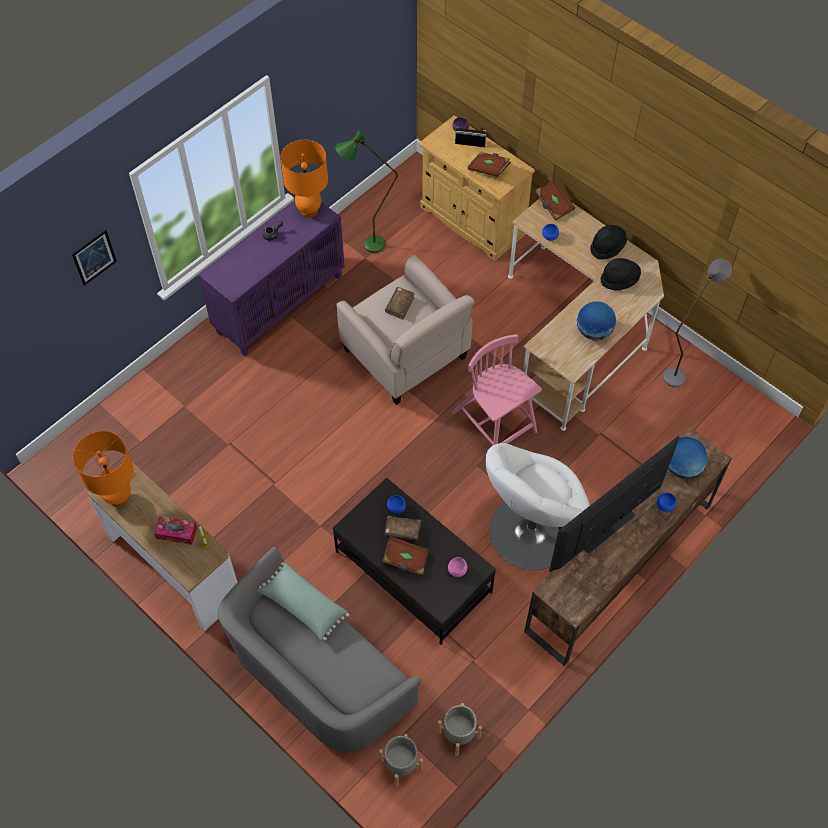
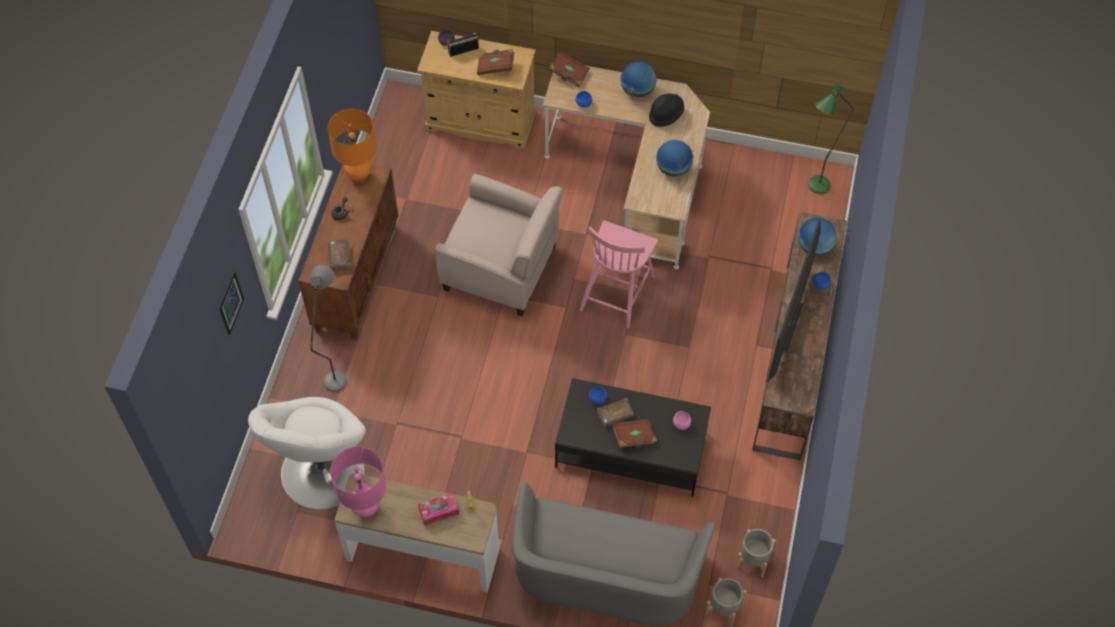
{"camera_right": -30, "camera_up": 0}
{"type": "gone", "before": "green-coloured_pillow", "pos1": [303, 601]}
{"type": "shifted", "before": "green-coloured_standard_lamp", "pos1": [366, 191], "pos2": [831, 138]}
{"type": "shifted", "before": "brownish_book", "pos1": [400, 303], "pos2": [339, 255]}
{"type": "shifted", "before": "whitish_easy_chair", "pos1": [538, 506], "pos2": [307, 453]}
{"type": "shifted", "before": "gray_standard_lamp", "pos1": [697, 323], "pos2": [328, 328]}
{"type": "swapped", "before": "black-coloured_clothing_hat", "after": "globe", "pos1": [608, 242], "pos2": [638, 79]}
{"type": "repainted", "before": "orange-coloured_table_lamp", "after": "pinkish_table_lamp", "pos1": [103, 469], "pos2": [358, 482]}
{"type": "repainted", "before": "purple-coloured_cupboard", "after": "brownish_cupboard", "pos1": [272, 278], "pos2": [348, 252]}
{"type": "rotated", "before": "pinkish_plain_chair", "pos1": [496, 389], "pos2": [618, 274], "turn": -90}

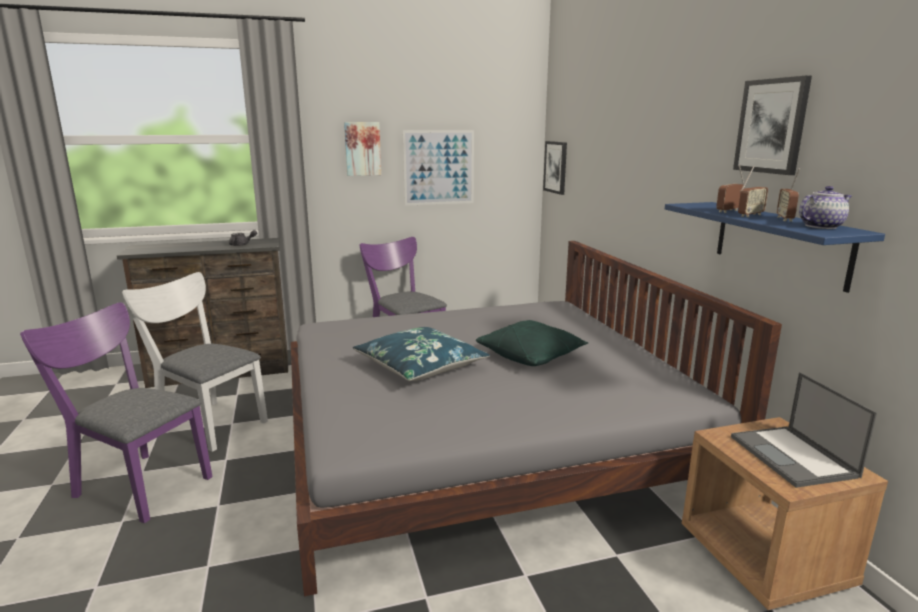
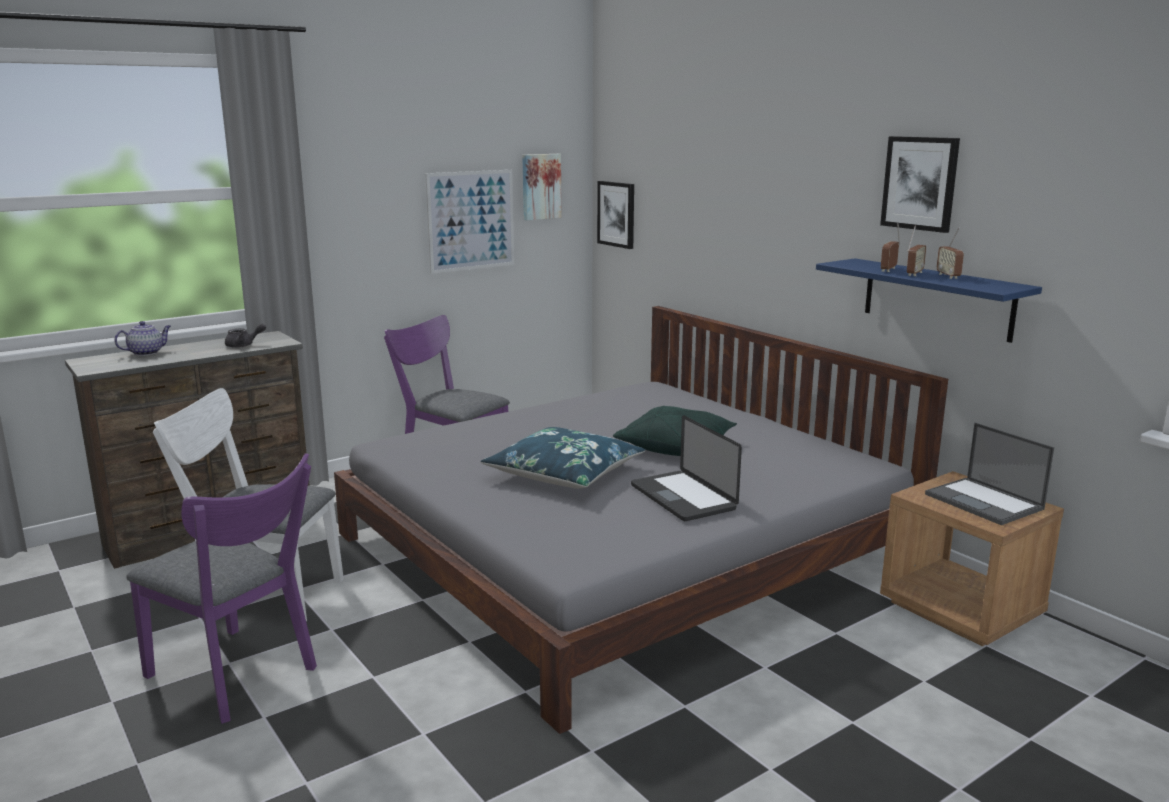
{"camera_right": -20, "camera_up": 0}
{"type": "new", "after": "laptop", "pos2": [686, 468]}
{"type": "shifted", "before": "wall_art", "pos1": [362, 149], "pos2": [541, 187]}
{"type": "shifted", "before": "teapot", "pos1": [825, 207], "pos2": [142, 338]}
{"type": "rotated", "before": "purple-coloured_plain_chair", "pos1": [116, 412], "pos2": [221, 588], "turn": -150}

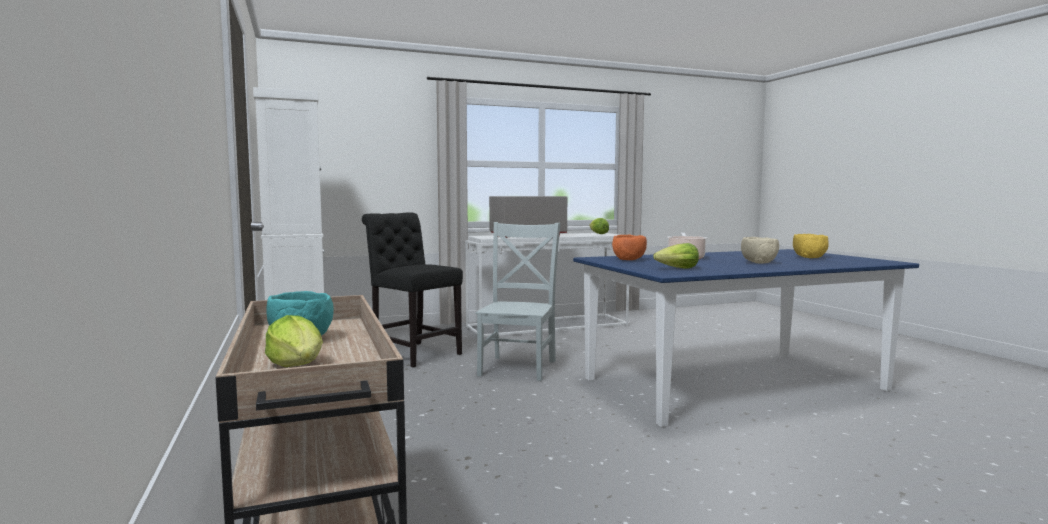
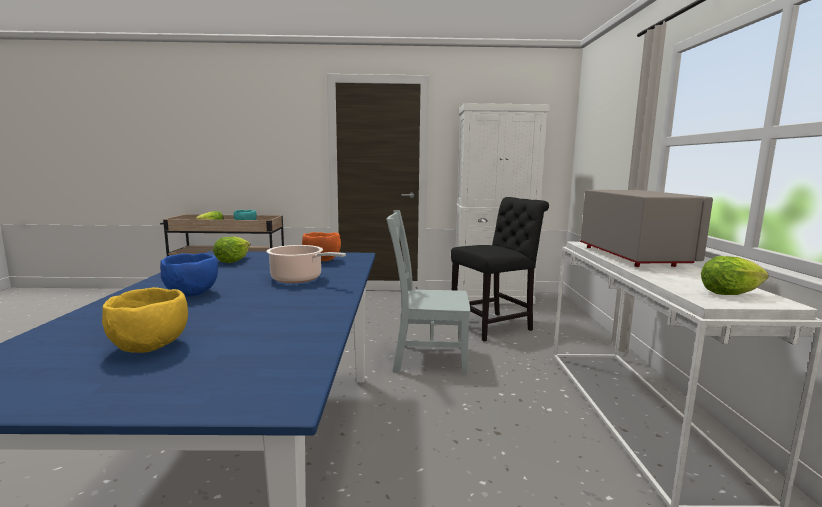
{"camera_right": 110, "camera_up": 5}
{"type": "repainted", "before": "sand-coloured_deep_dish", "after": "blue-coloured_deep_dish", "pos1": [760, 250], "pos2": [189, 274]}
{"type": "rotated", "before": "gray_plain_chair", "pos1": [518, 301], "pos2": [428, 292], "turn": 150}

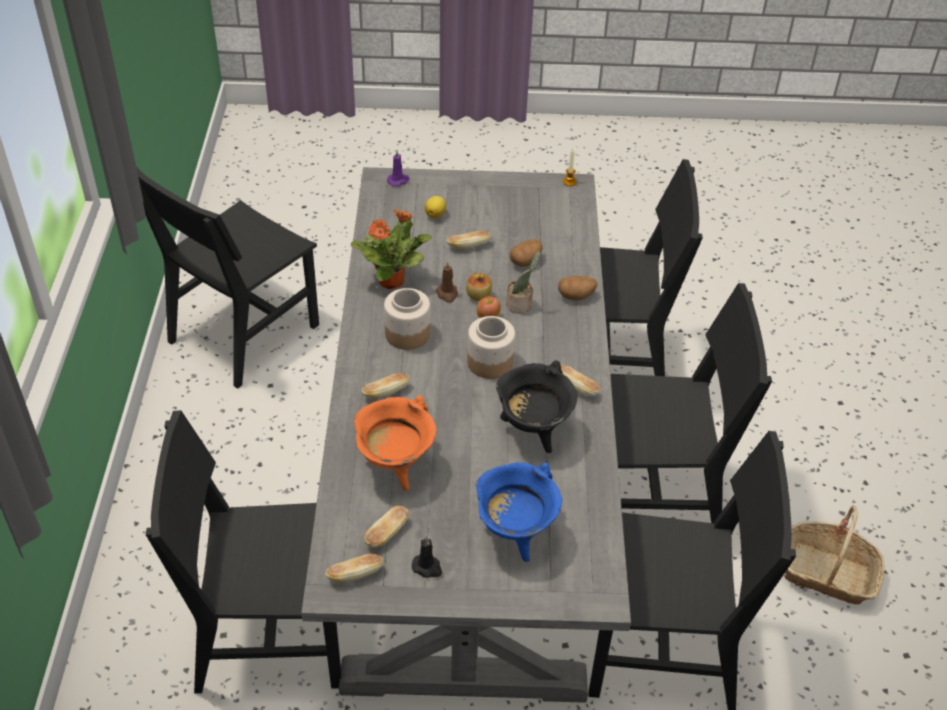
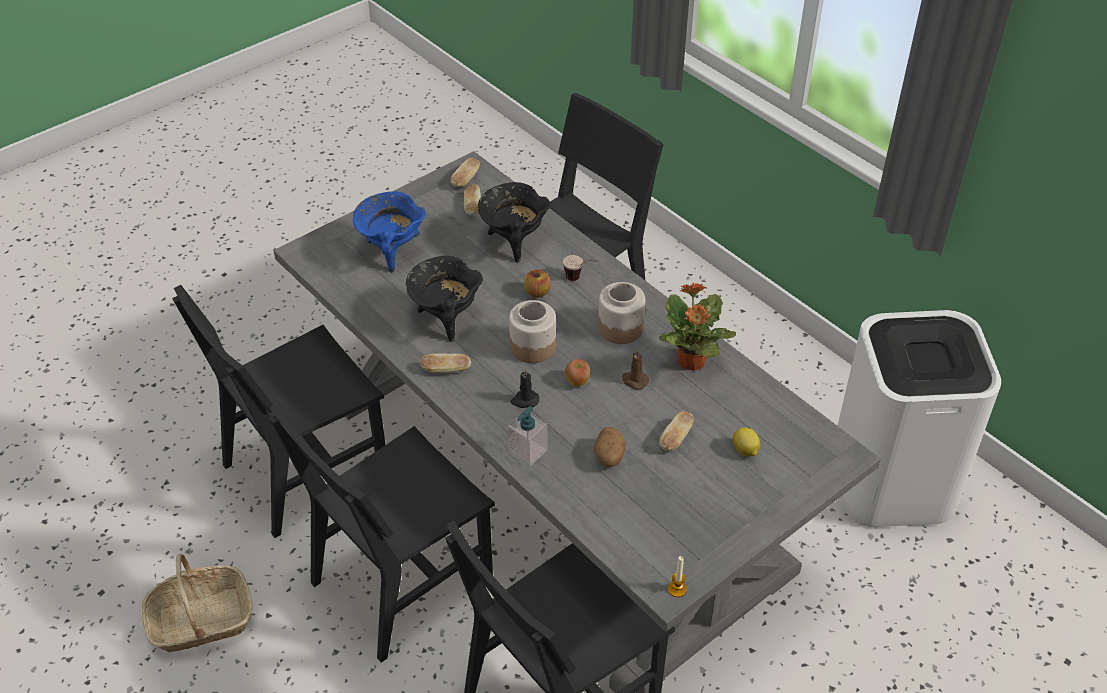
{"camera_right": 140, "camera_up": 0}
{"type": "gone", "before": "purple-coloured_candle", "pos1": [398, 168]}
{"type": "gone", "before": "houseplant", "pos1": [523, 282]}
{"type": "shifted", "before": "black-coloured_candle", "pos1": [427, 557], "pos2": [525, 388]}
{"type": "shifted", "before": "apple", "pos1": [479, 287], "pos2": [537, 283]}
{"type": "swapped", "before": "black-coloured_plain_chair", "after": "whitish_waste_bin", "pos1": [227, 278], "pos2": [919, 418]}
{"type": "swapped", "before": "bread", "after": "drinking_cup", "pos1": [386, 386], "pos2": [580, 268]}
{"type": "swapped", "before": "spud", "after": "soap_bottle", "pos1": [578, 288], "pos2": [528, 436]}
{"type": "repainted", "before": "orange-coloured_stockpot", "after": "black-coloured_stockpot", "pos1": [395, 443], "pos2": [514, 222]}

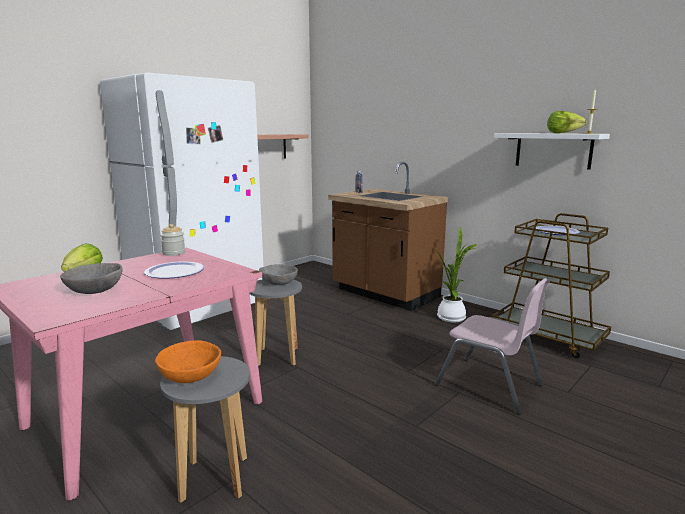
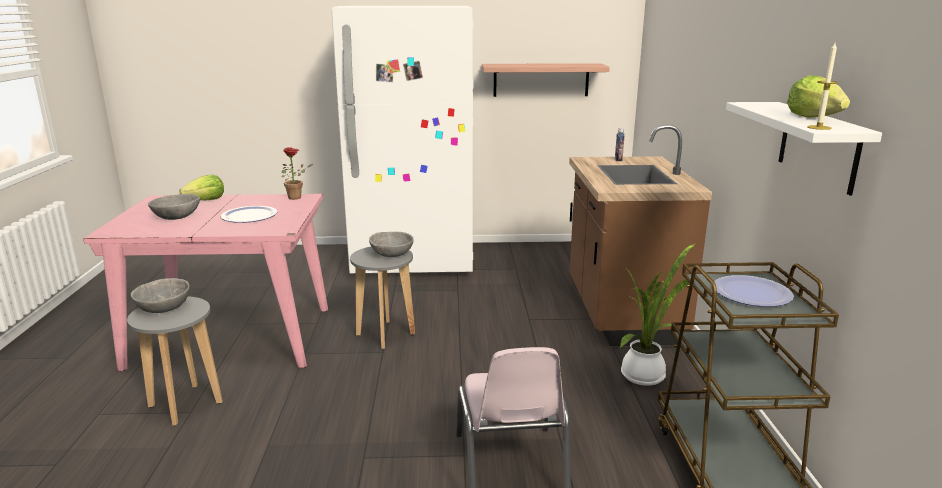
{"camera_right": 45, "camera_up": 5}
{"type": "swapped", "before": "jar", "after": "houseplant", "pos1": [172, 240], "pos2": [297, 174]}
{"type": "repainted", "before": "orange-coloured_deep_dish", "after": "gray_deep_dish", "pos1": [188, 361], "pos2": [160, 295]}

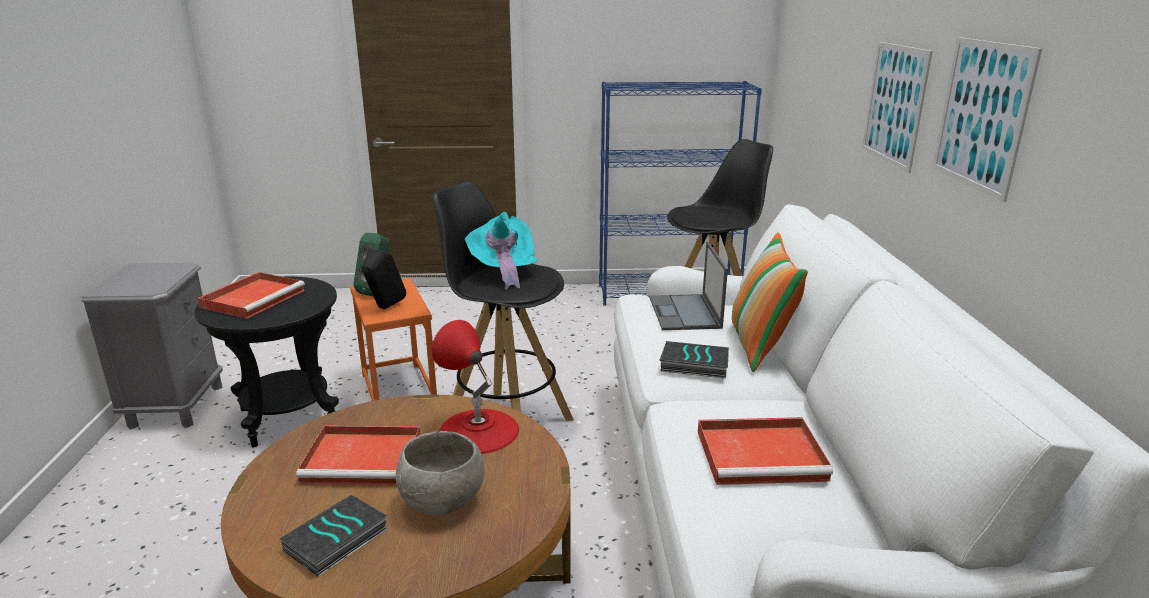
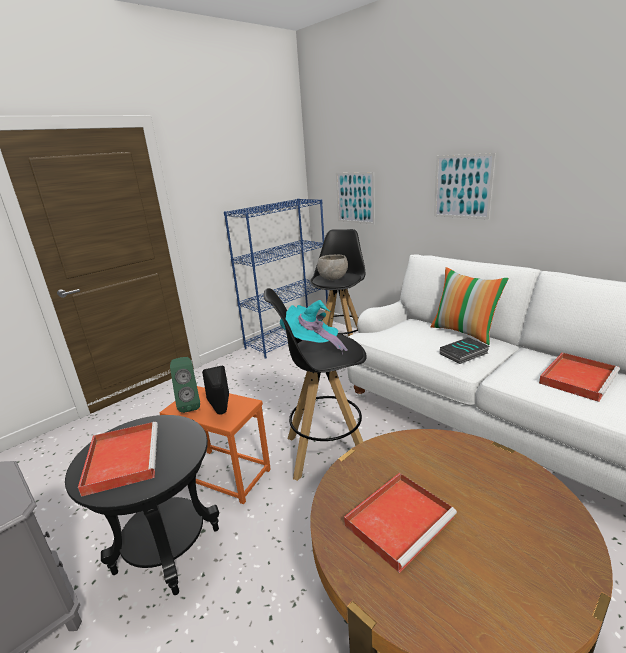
{"camera_right": -40, "camera_up": 0}
{"type": "gone", "before": "book", "pos1": [334, 536]}
{"type": "gone", "before": "red-coloured_table_lamp", "pos1": [475, 387]}
{"type": "gone", "before": "laptop", "pos1": [688, 286]}
{"type": "shifted", "before": "gray_deep_dish", "pos1": [440, 473], "pos2": [332, 267]}
{"type": "shifted", "before": "wall_art", "pos1": [987, 119], "pos2": [355, 198]}

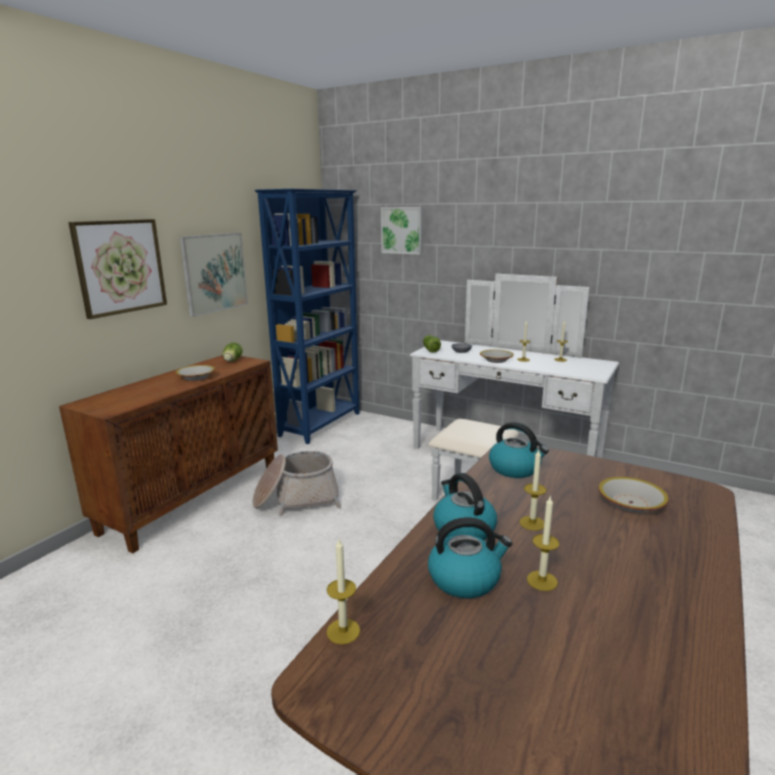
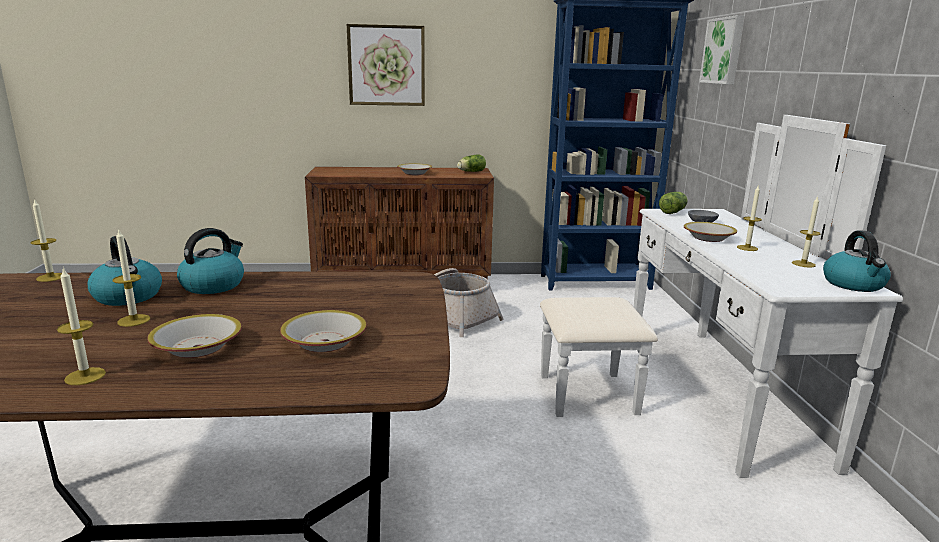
{"camera_right": 55, "camera_up": 0}
{"type": "gone", "before": "wall_art", "pos1": [213, 275]}
{"type": "new", "after": "deep_dish", "pos2": [194, 336]}
{"type": "shifted", "before": "kettle", "pos1": [519, 450], "pos2": [857, 261]}
{"type": "shifted", "before": "candle", "pos1": [533, 490], "pos2": [81, 326]}

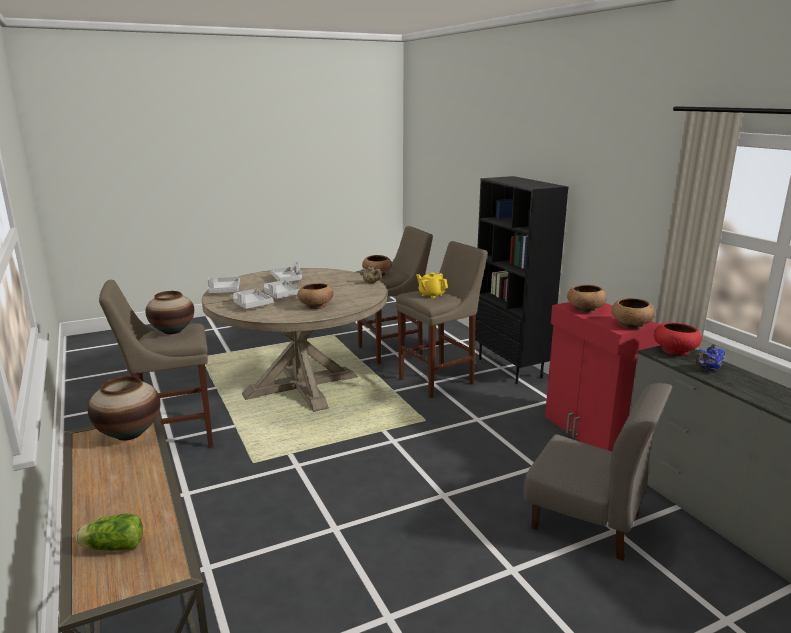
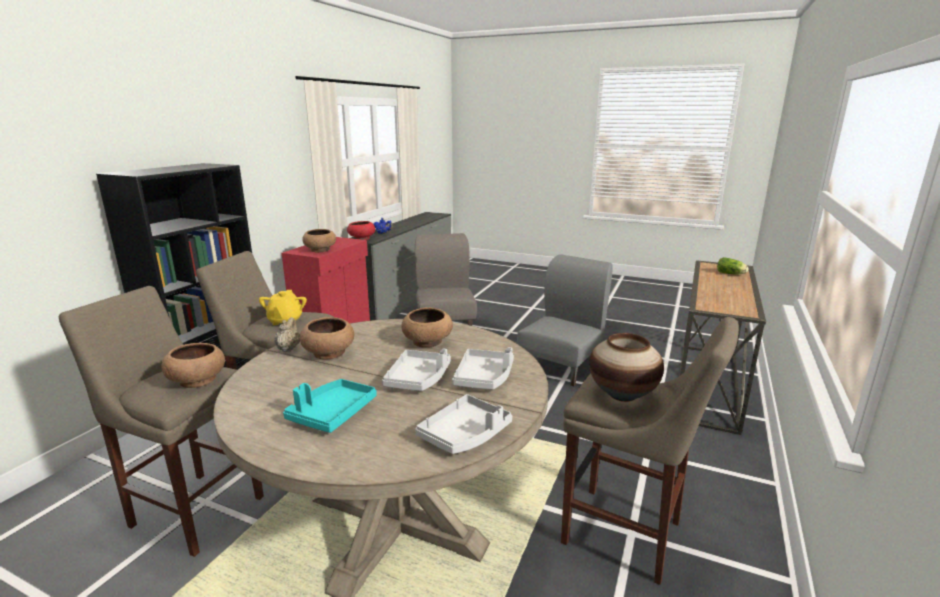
{"camera_right": -130, "camera_up": 0}
{"type": "gone", "before": "flower_vase", "pos1": [124, 408]}
{"type": "new", "after": "gray_plain_chair", "pos2": [565, 320]}
{"type": "shifted", "before": "brownish_deep_dish", "pos1": [633, 313], "pos2": [327, 338]}
{"type": "repainted", "before": "gray_serving_tray", "after": "blue-green_serving_tray", "pos1": [286, 272], "pos2": [330, 406]}

